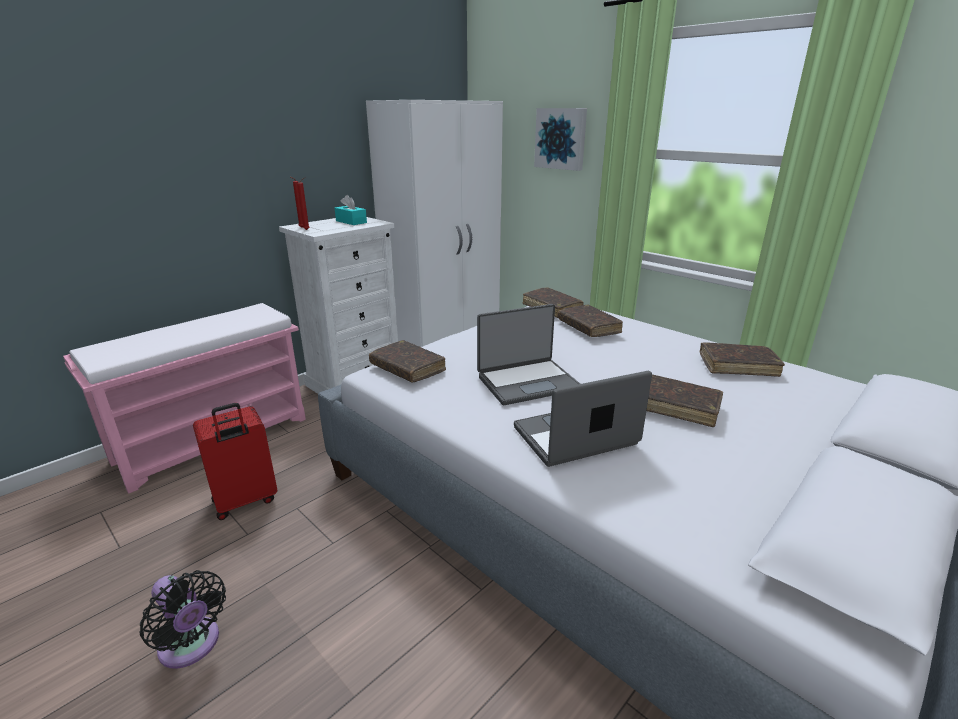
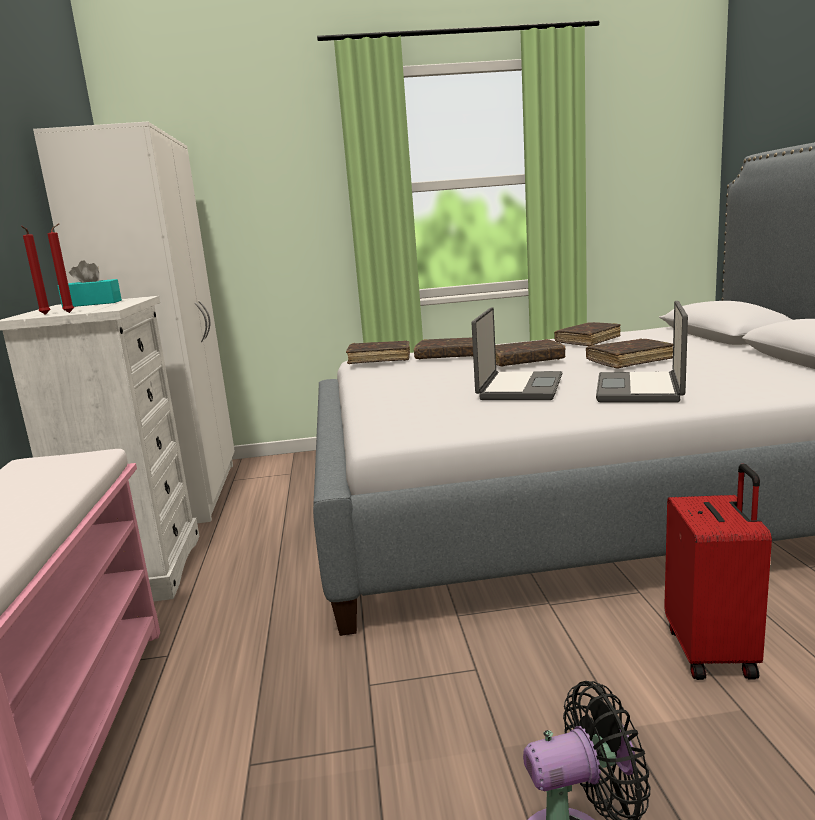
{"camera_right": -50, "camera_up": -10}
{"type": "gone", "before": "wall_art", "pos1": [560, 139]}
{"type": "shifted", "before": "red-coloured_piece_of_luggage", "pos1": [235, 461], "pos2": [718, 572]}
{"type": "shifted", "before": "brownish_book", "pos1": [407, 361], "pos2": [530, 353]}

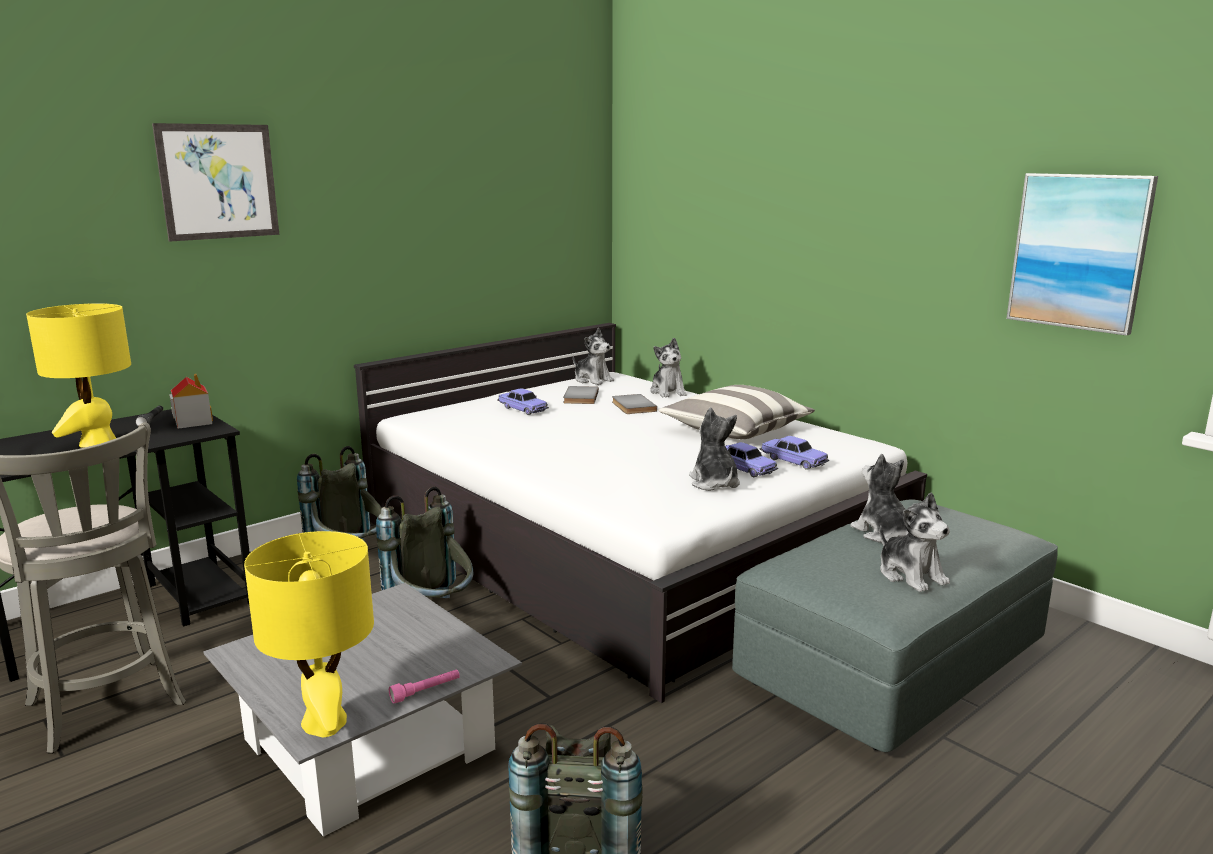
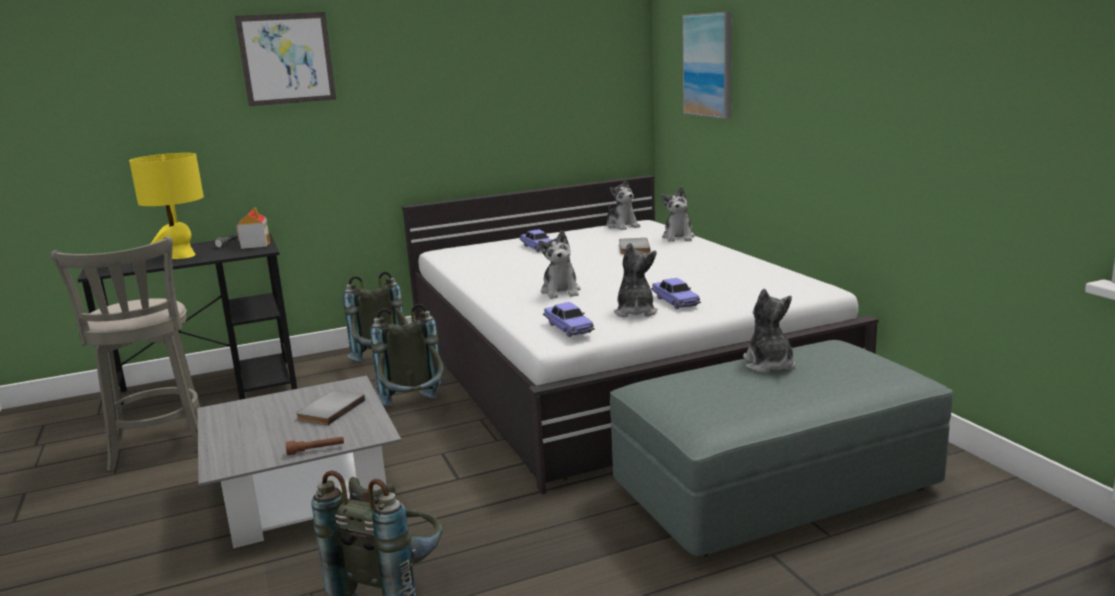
{"camera_right": 20, "camera_up": 0}
{"type": "gone", "before": "yellow-coloured_table_lamp", "pos1": [309, 634]}
{"type": "gone", "before": "pillow", "pos1": [737, 412]}
{"type": "shifted", "before": "gray_book", "pos1": [581, 395], "pos2": [330, 407]}
{"type": "shifted", "before": "model_car", "pos1": [794, 453], "pos2": [569, 319]}
{"type": "shifted", "before": "plush_toy", "pos1": [915, 542], "pos2": [559, 264]}
{"type": "shifted", "before": "wall_art", "pos1": [1082, 254], "pos2": [707, 65]}
{"type": "repainted", "before": "pinkish_hand_torch", "after": "brownish_hand_torch", "pos1": [424, 686], "pos2": [315, 446]}

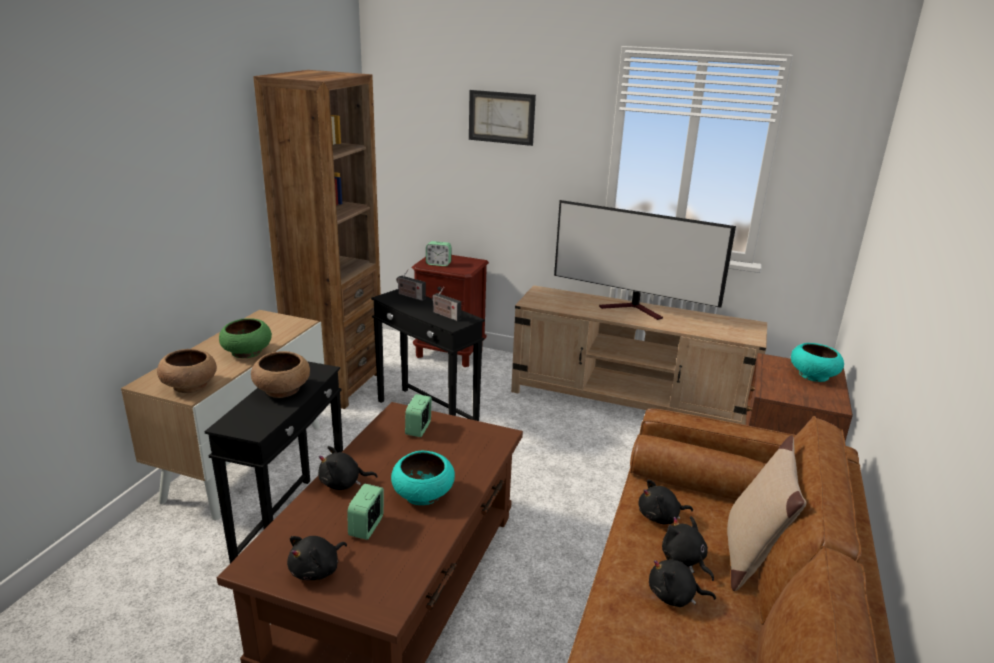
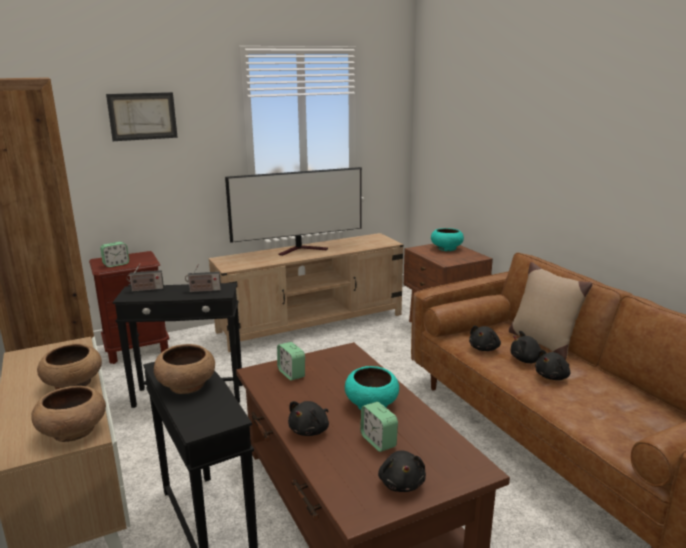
{"camera_right": -45, "camera_up": -5}
{"type": "repainted", "before": "green-coloured_deep_dish", "after": "brownish_deep_dish", "pos1": [245, 338], "pos2": [69, 367]}

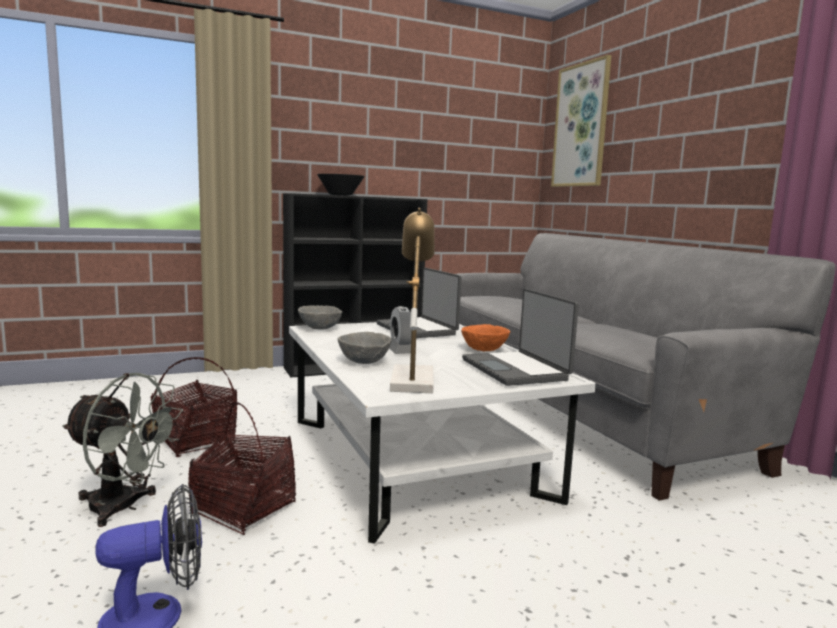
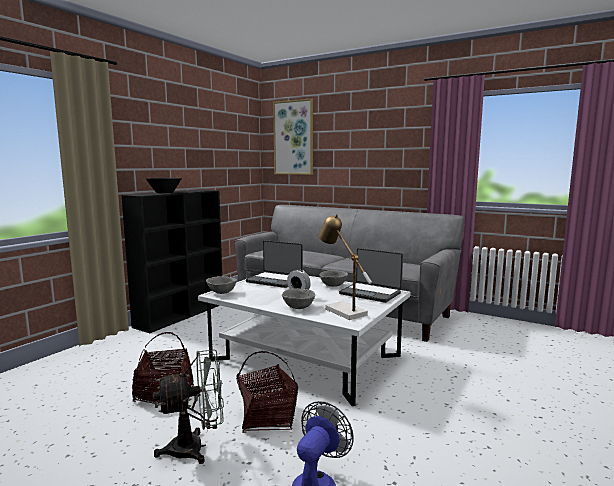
{"camera_right": -35, "camera_up": 0}
{"type": "repainted", "before": "orange-coloured_deep_dish", "after": "gray_deep_dish", "pos1": [485, 337], "pos2": [333, 278]}

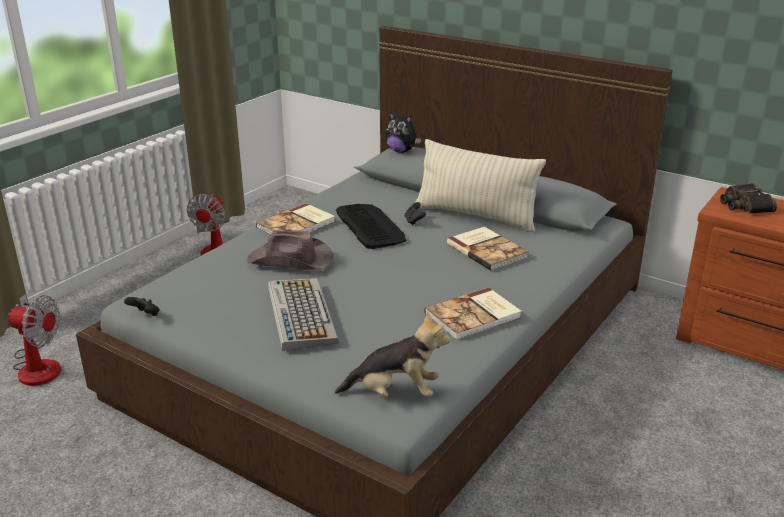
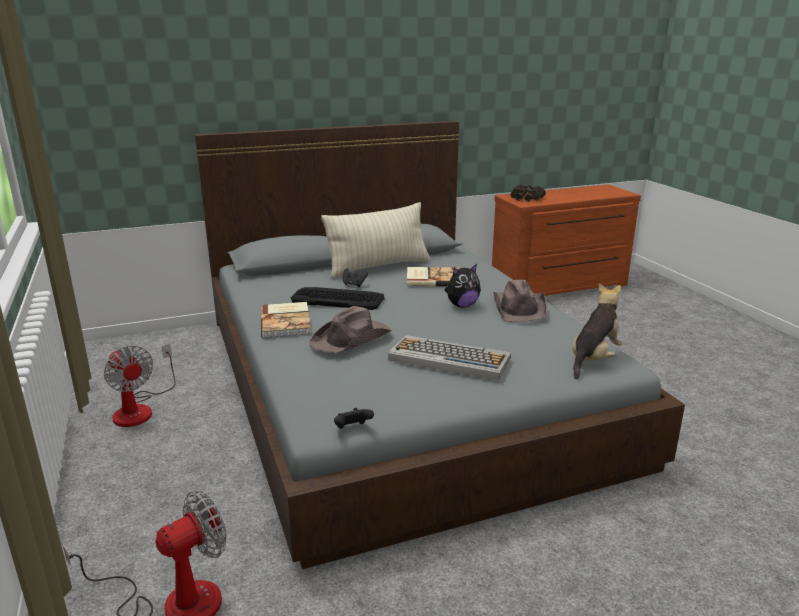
{"camera_right": -55, "camera_up": -5}
{"type": "shifted", "before": "plush_toy", "pos1": [403, 132], "pos2": [463, 286]}
{"type": "swapped", "before": "book", "after": "brownish_clothing_hat", "pos1": [473, 313], "pos2": [520, 301]}

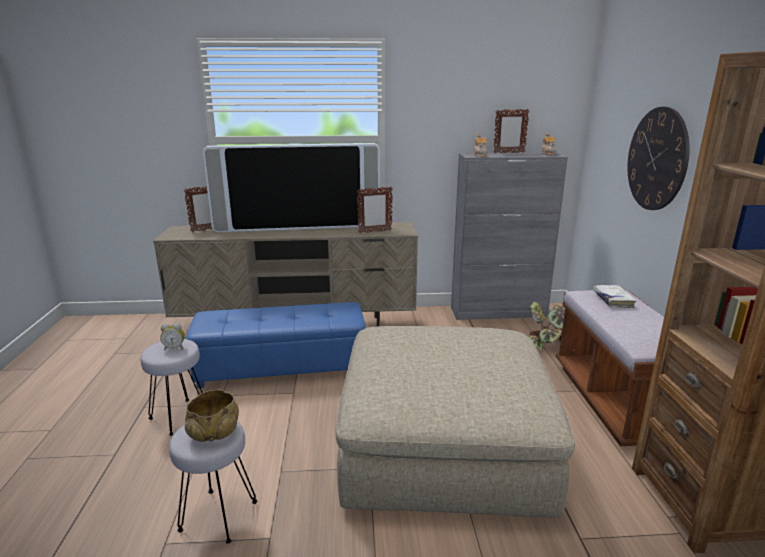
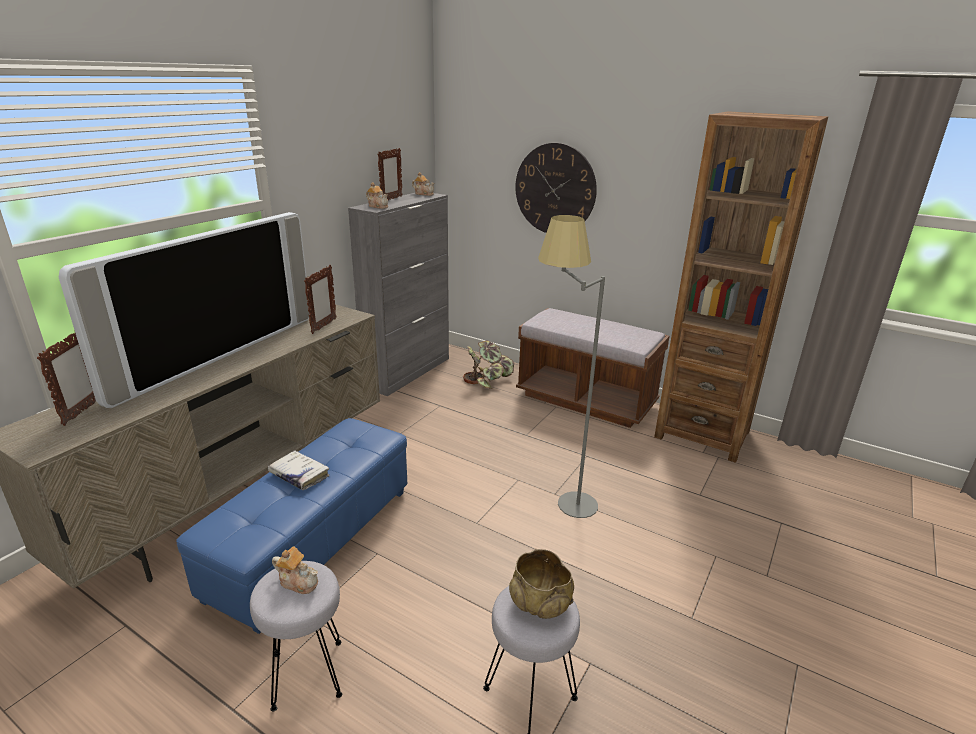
{"camera_right": -55, "camera_up": 5}
{"type": "shifted", "before": "whitish_book", "pos1": [615, 296], "pos2": [299, 470]}
{"type": "swapped", "before": "table_clock", "after": "teapot", "pos1": [172, 336], "pos2": [295, 570]}
{"type": "swapped", "before": "sand-coloured_footrest", "after": "gray_standard_lamp", "pos1": [455, 422], "pos2": [571, 366]}

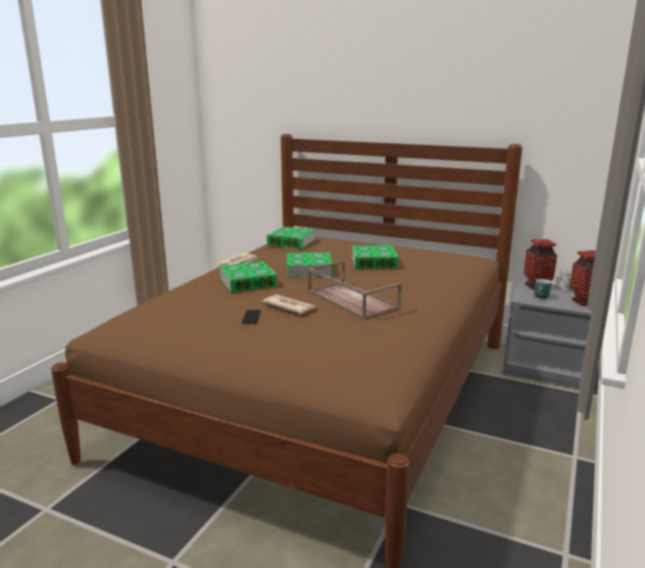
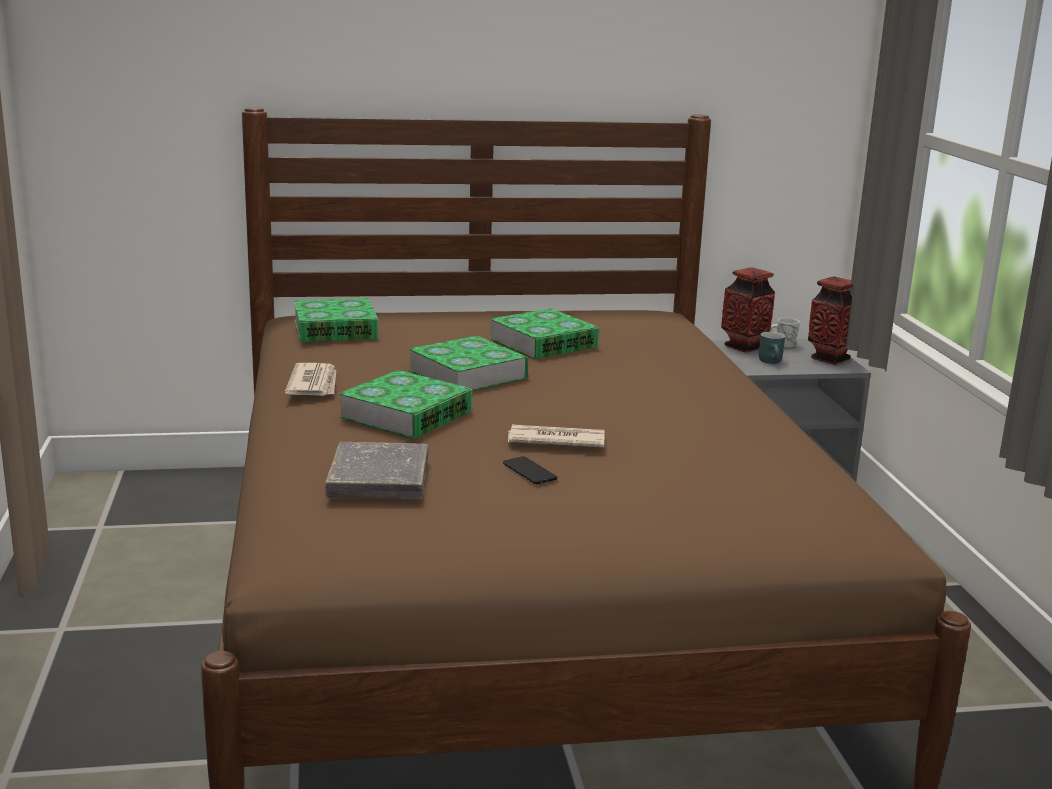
{"camera_right": -35, "camera_up": 0}
{"type": "gone", "before": "brownish_serving_tray", "pos1": [355, 290]}
{"type": "new", "after": "gray_book", "pos2": [377, 470]}

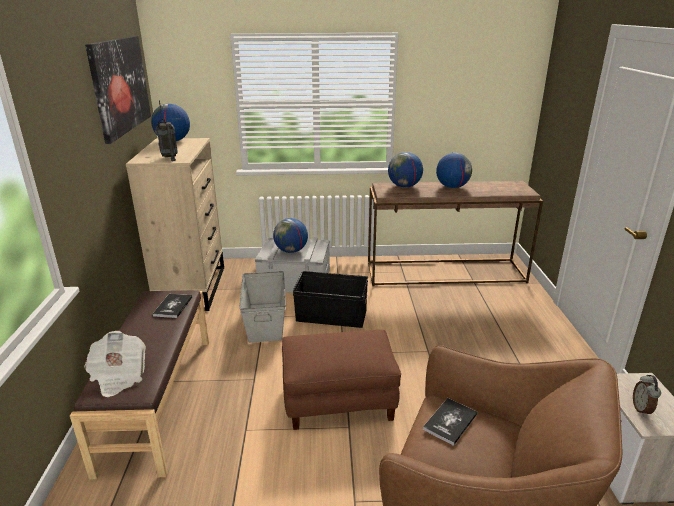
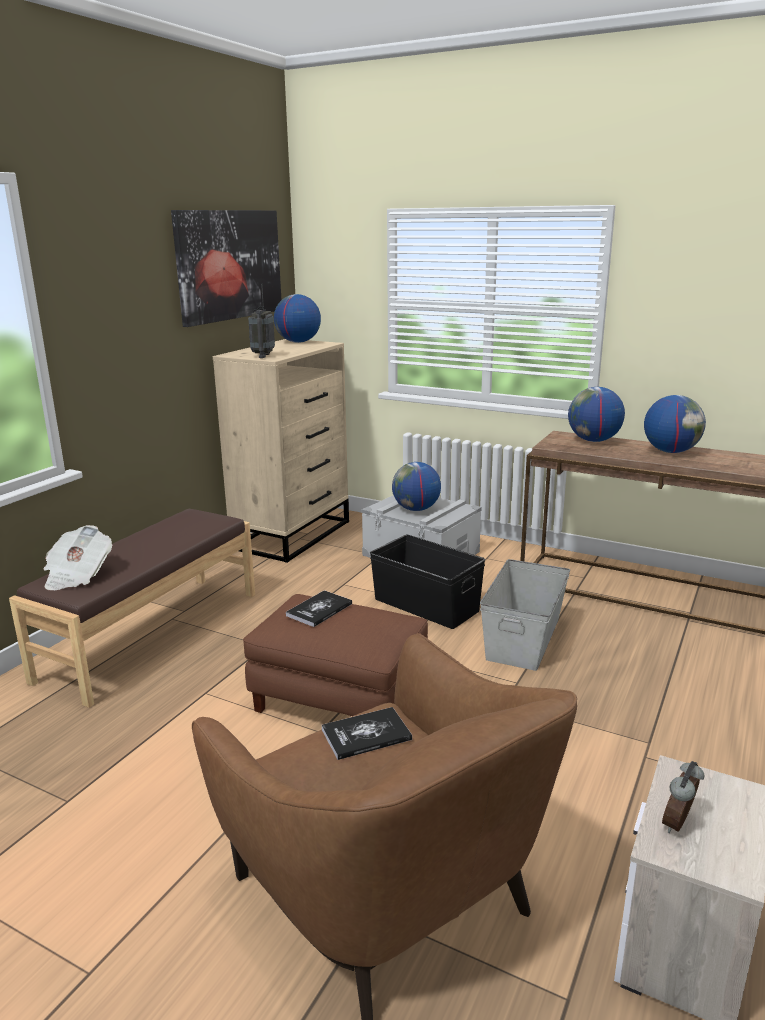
{"camera_right": 30, "camera_up": -5}
{"type": "shifted", "before": "book", "pos1": [172, 306], "pos2": [319, 608]}
{"type": "shifted", "before": "gray_storage_bin", "pos1": [262, 307], "pos2": [525, 615]}

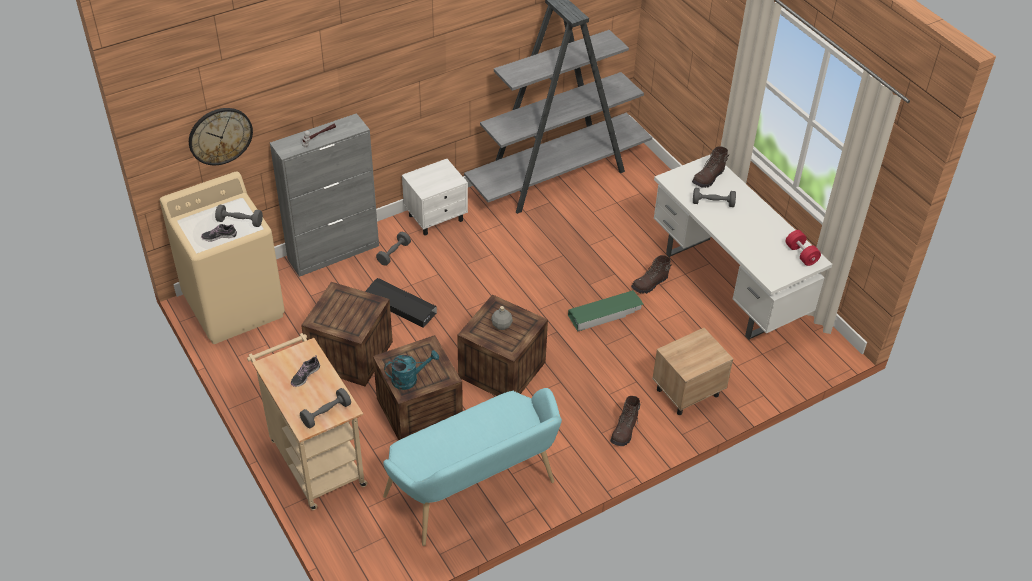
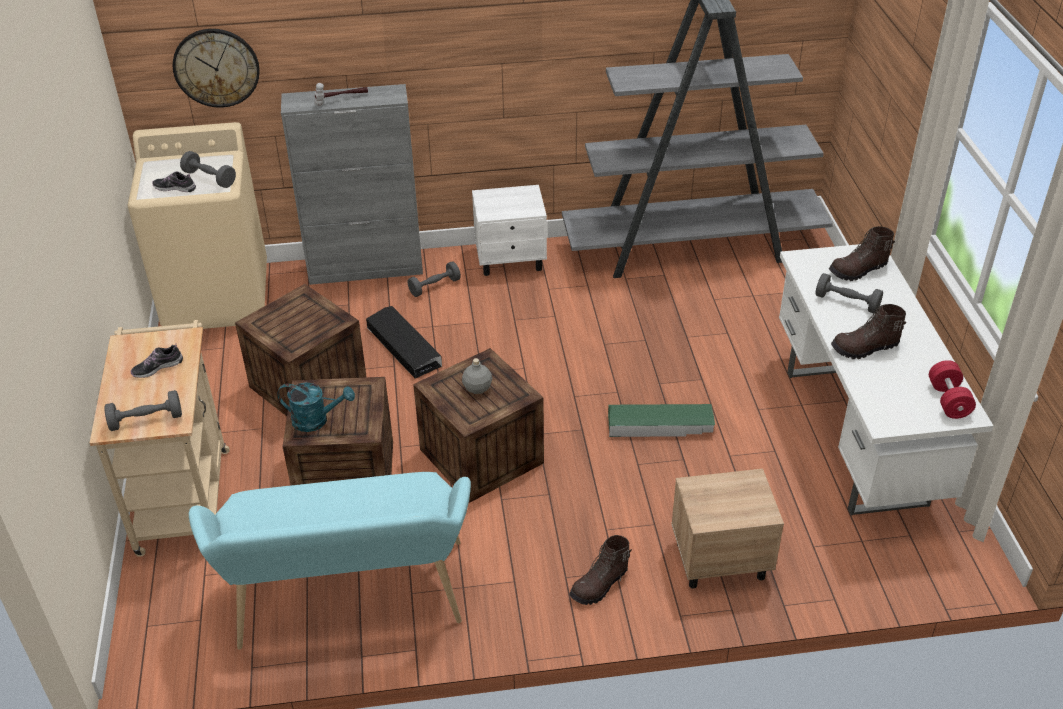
{"camera_right": 25, "camera_up": -5}
{"type": "shifted", "before": "brownish_tall_boot", "pos1": [651, 274], "pos2": [868, 331]}

